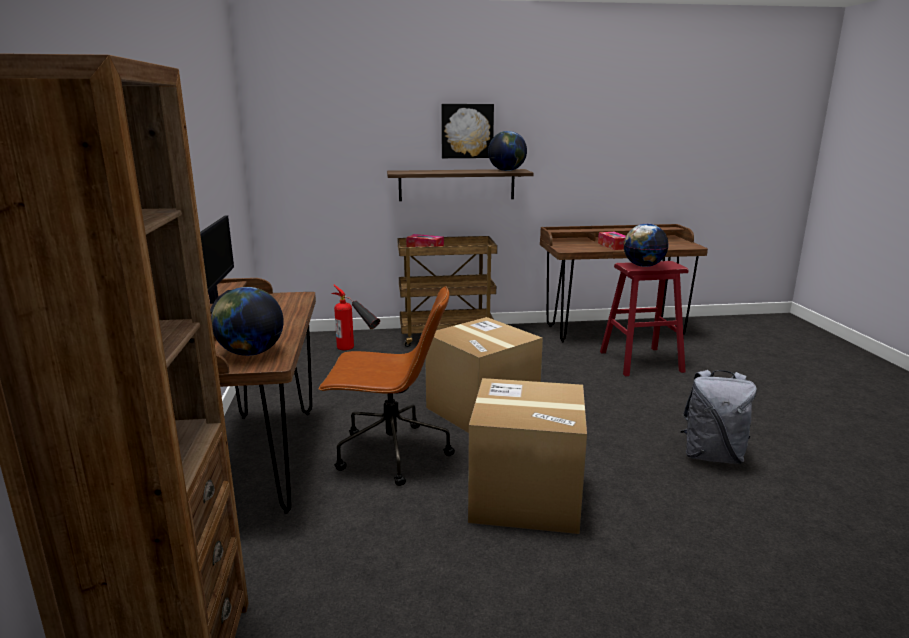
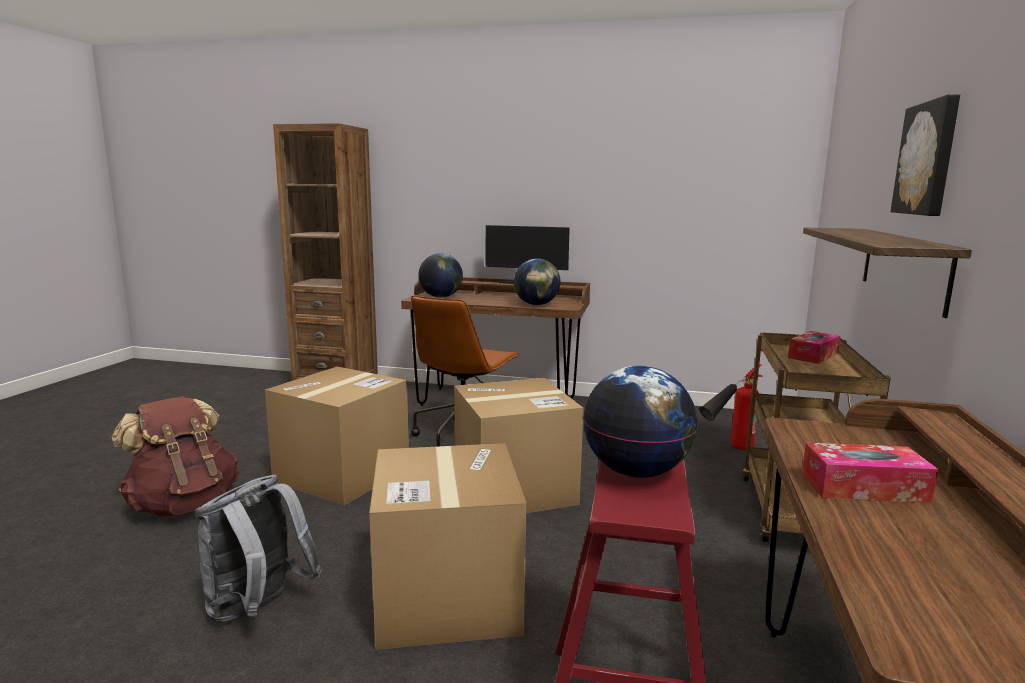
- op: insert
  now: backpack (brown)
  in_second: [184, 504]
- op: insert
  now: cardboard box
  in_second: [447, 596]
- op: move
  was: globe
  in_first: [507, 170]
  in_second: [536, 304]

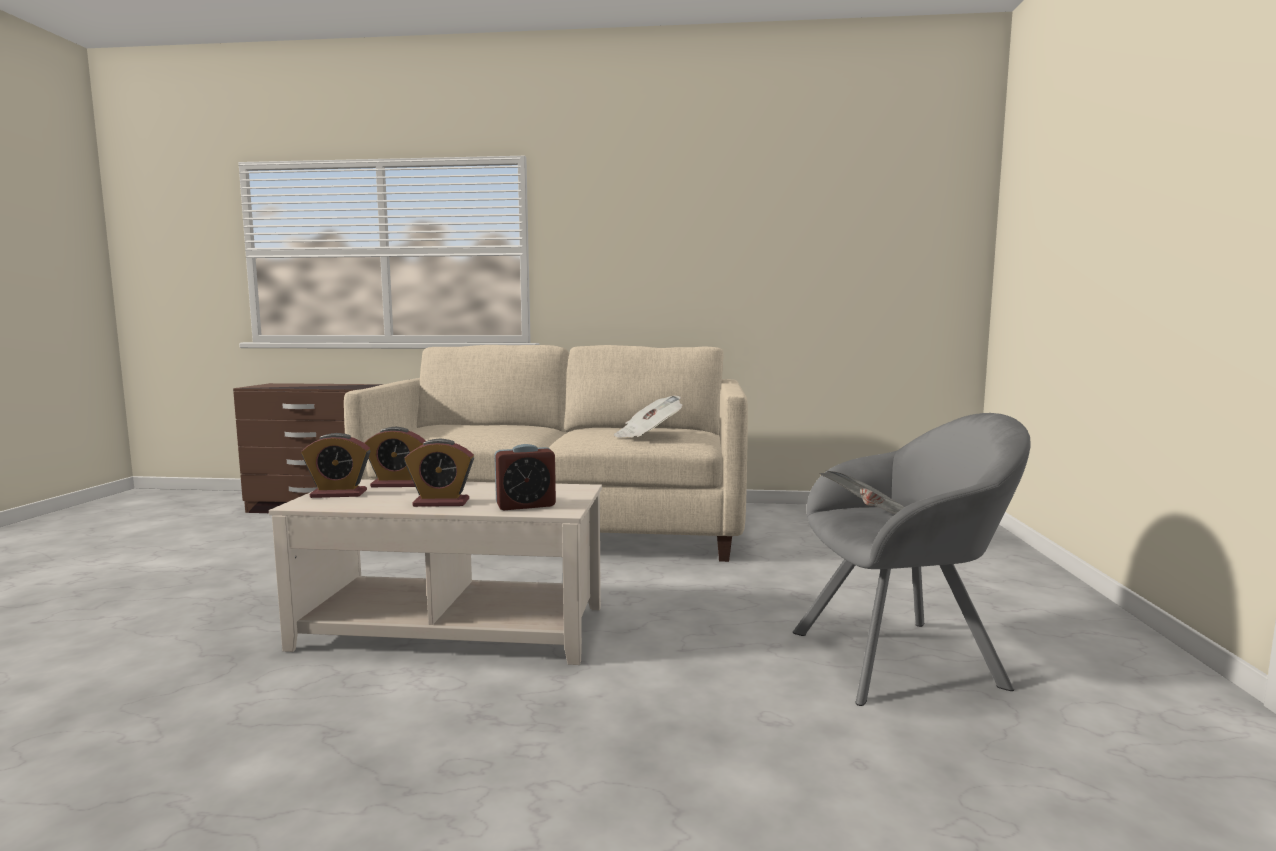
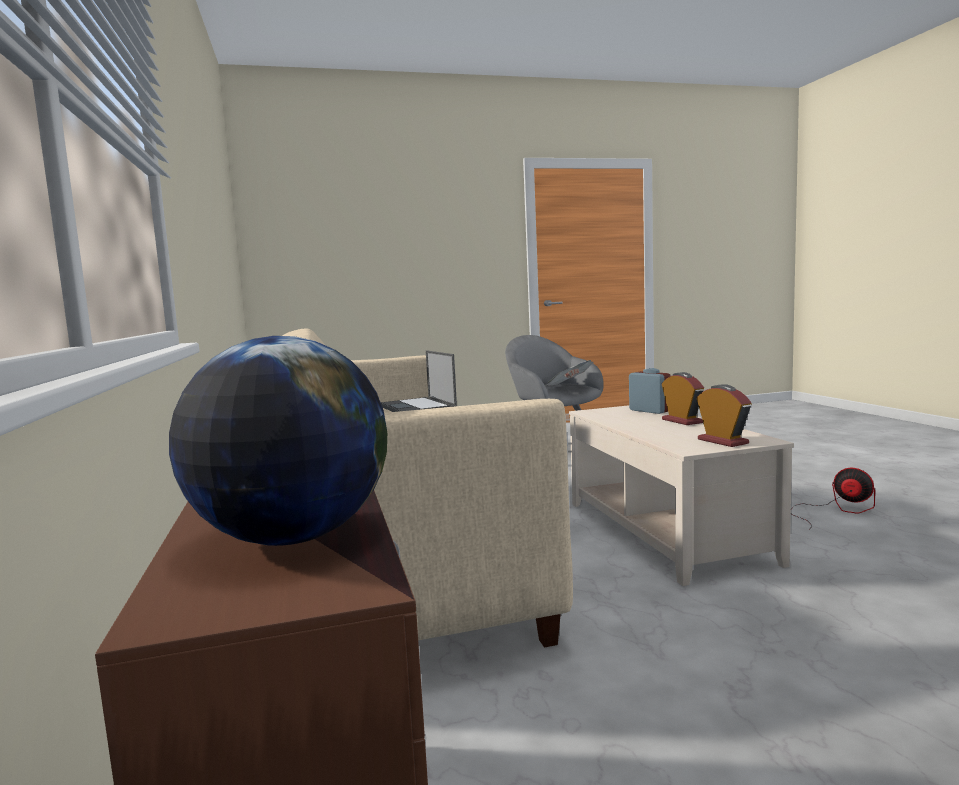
- op: delete
  was: alarm clock
  in_first: [397, 484]
- op: insert
  now: globe
  in_second: [291, 538]
- op: insert
  now: fan
  in_second: [835, 510]
- op: replace
  was: newspaper
  now: laptop
  in_first: [648, 435]
  in_second: [418, 407]

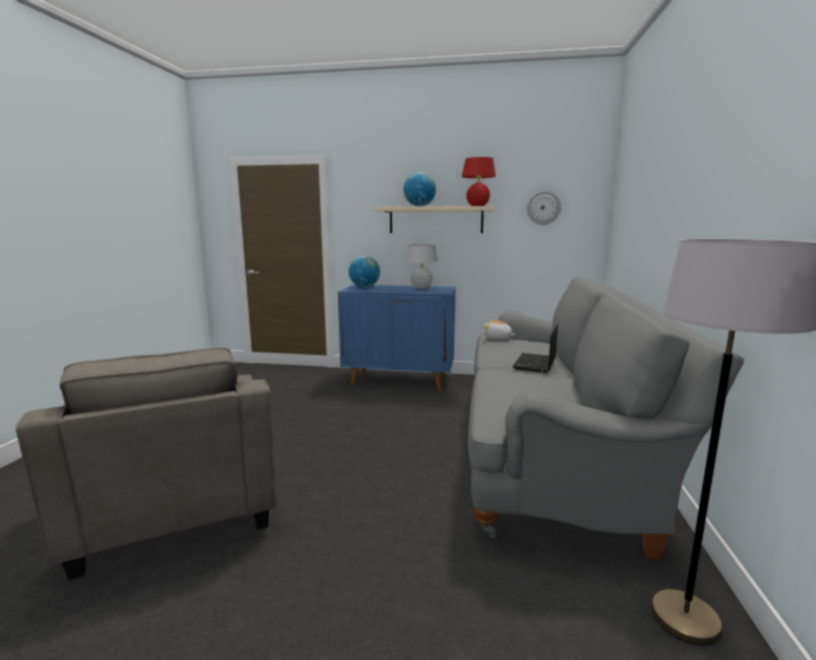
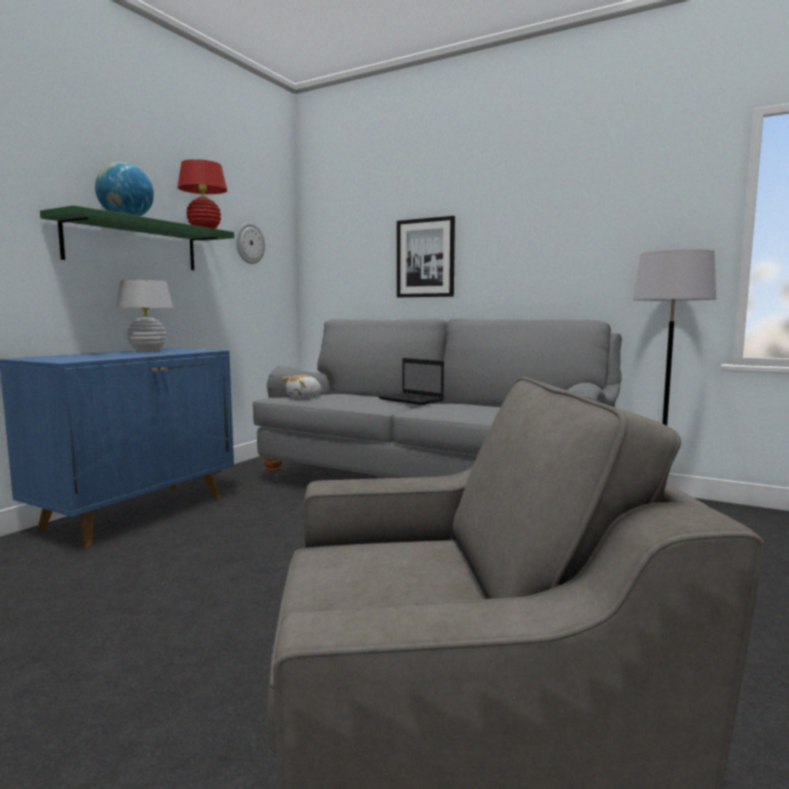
- op: delete
  was: globe
  in_first: [364, 287]
- op: insert
  now: picture
  in_second: [425, 258]
- op: recolor
  was: shelf (beige)
  now: shelf (green)
  in_first: [435, 220]
  in_second: [133, 245]

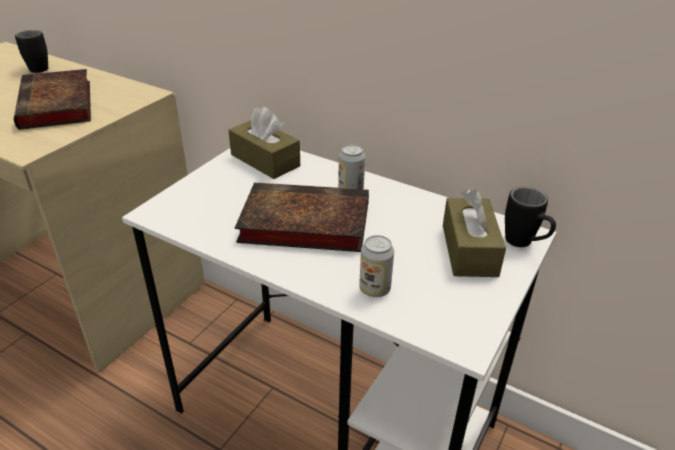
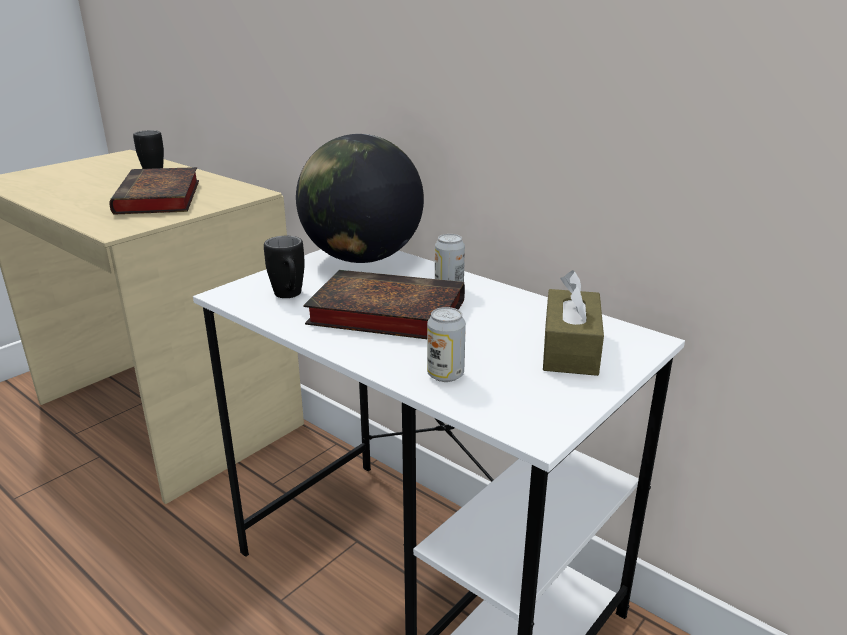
- op: move
  was: mug (black)
  in_first: [524, 244]
  in_second: [289, 296]
- op: replace
  was: tissue box (brown)
  now: globe
  in_first: [265, 160]
  in_second: [362, 258]

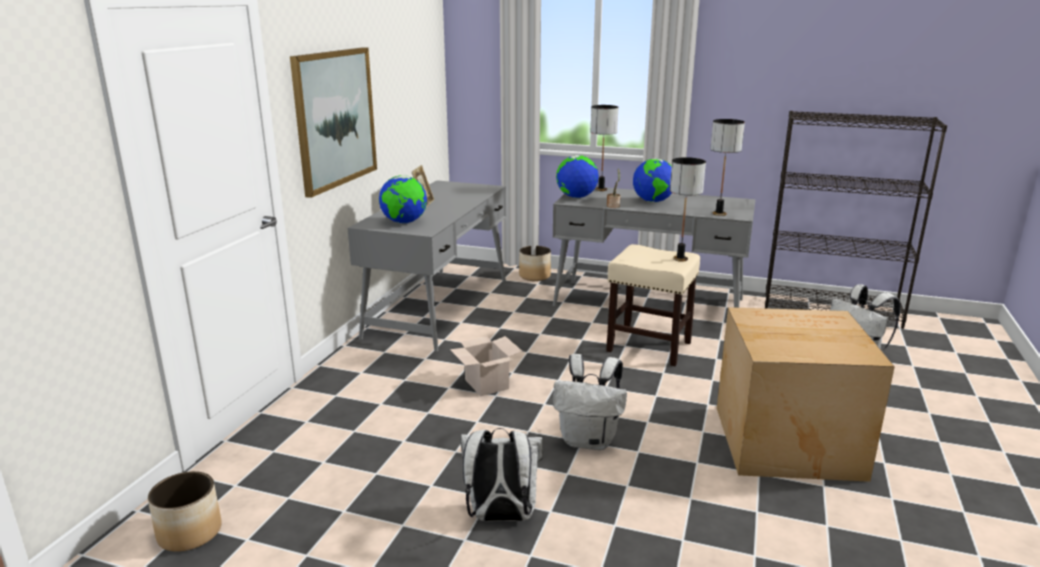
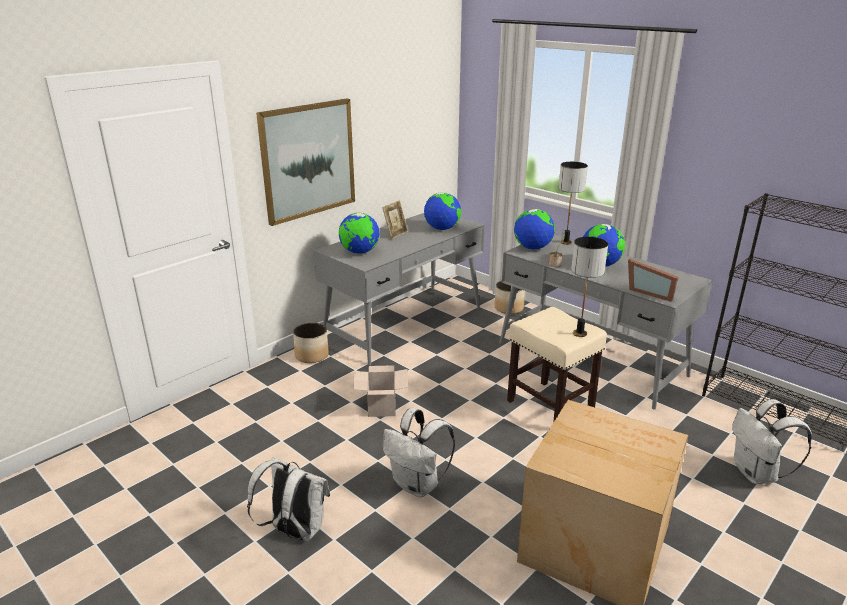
- op: insert
  now: globe
  in_second: [442, 229]
- op: move
  was: planter
  in_first: [190, 532]
  in_second: [312, 355]
- op: replace
  was: table lamp
  now: picture frame
  in_first: [719, 214]
  in_second: [650, 292]

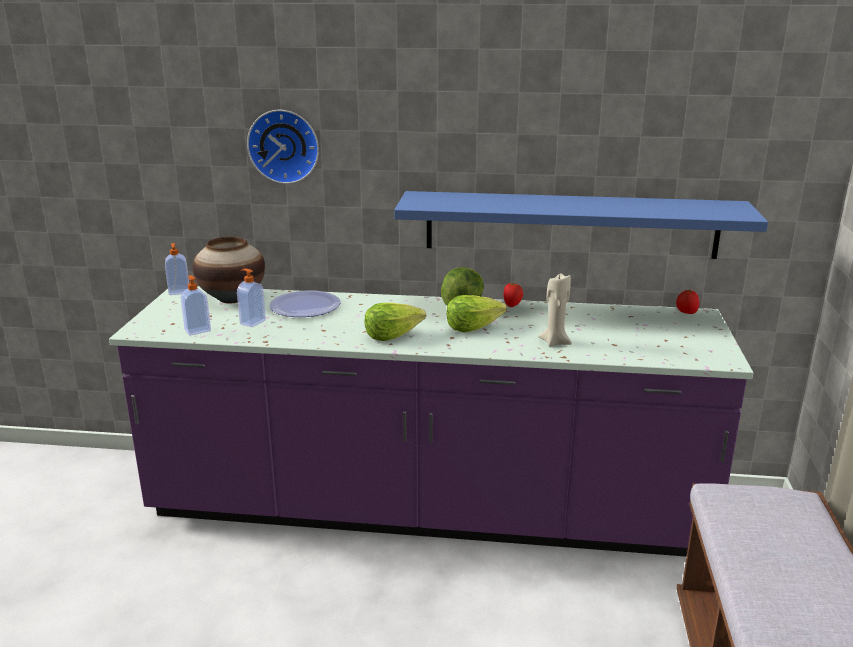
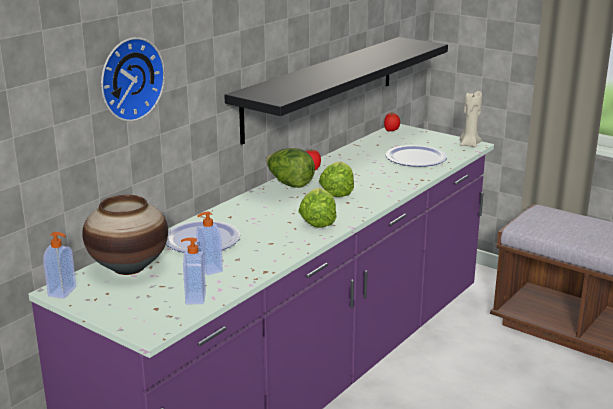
- op: insert
  now: plate
  in_second: [415, 158]
- op: move
  was: candle (beige)
  in_first: [555, 342]
  in_second: [469, 145]
- op: recolor
  was: shelf (blue)
  now: shelf (black)
  in_first: [570, 224]
  in_second: [321, 87]

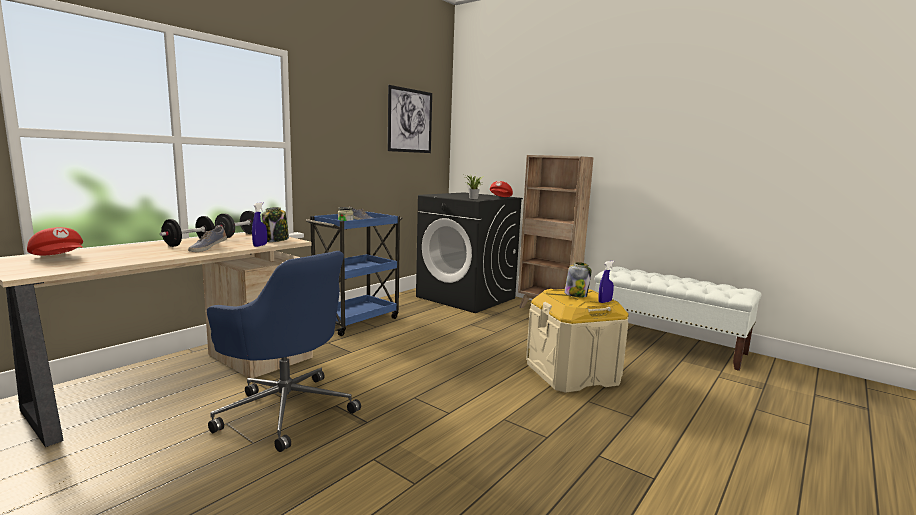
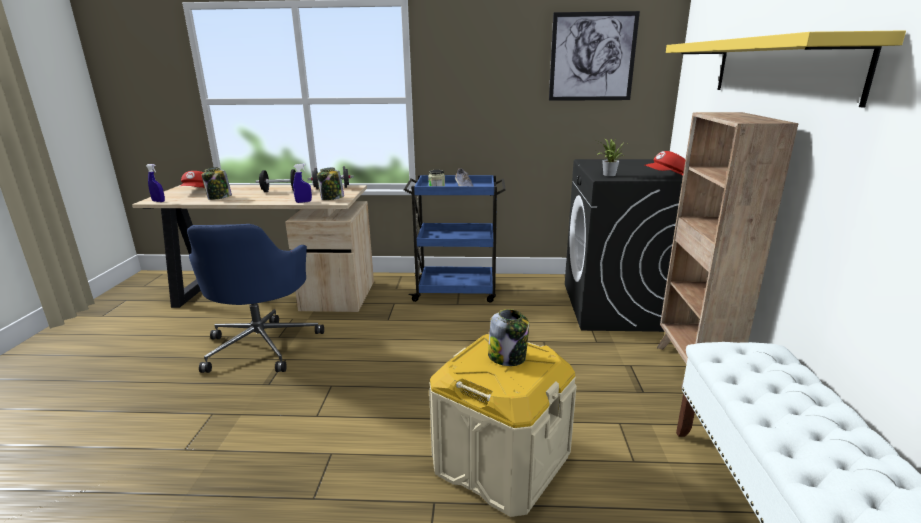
- op: delete
  was: shoe
  in_first: [207, 248]
- op: insert
  now: jar
  in_second: [219, 198]
- op: insert
  now: shelf (yellow)
  in_second: [780, 68]
- op: move
  was: spray bottle (blue)
  in_first: [605, 302]
  in_second: [158, 201]

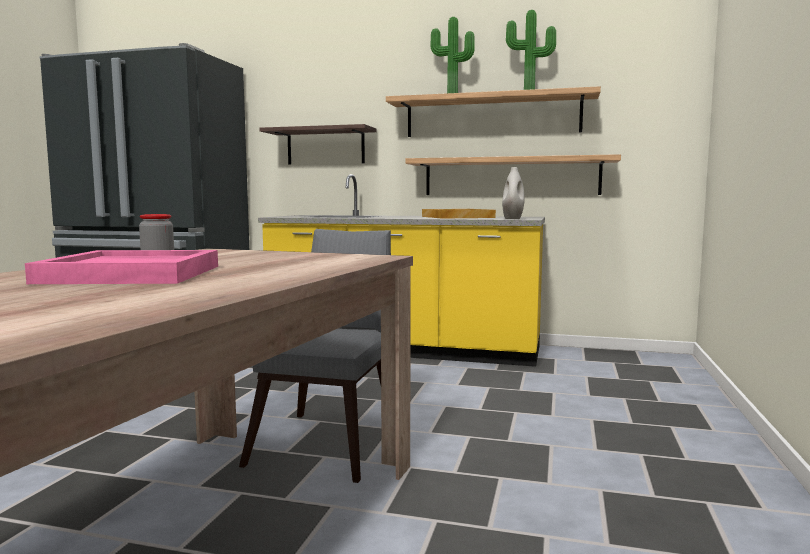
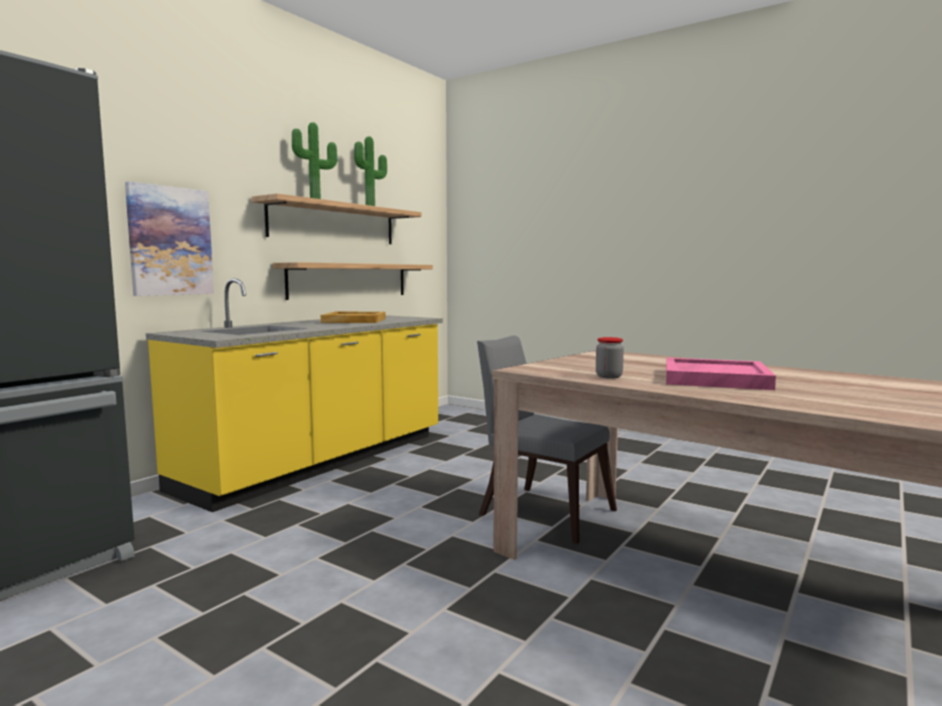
- op: delete
  was: vase (white)
  in_first: [512, 218]
- op: replace
  was: shelf
  now: picture
  in_first: [325, 147]
  in_second: [170, 241]

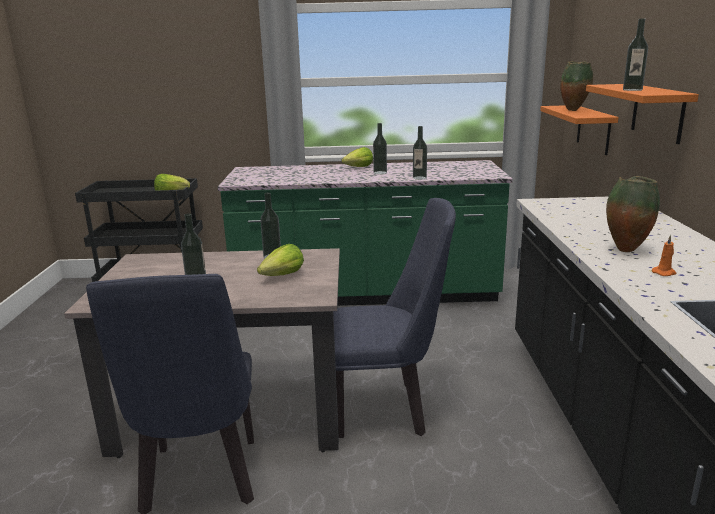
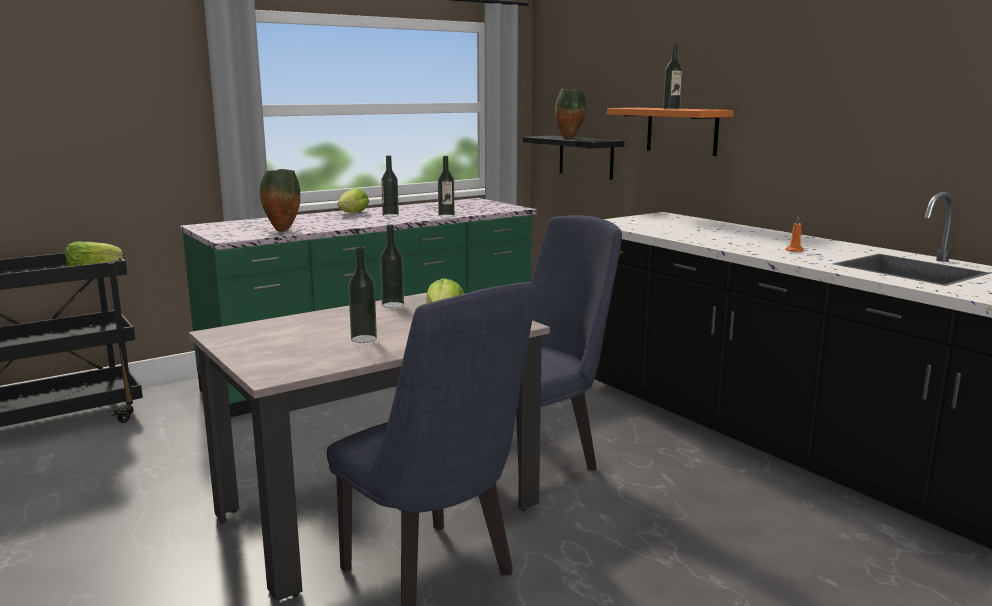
- op: move
  was: vase
  in_first: [625, 250]
  in_second: [282, 230]
- op: recolor
  was: shelf (orange)
  now: shelf (black)
  in_first: [593, 129]
  in_second: [586, 157]

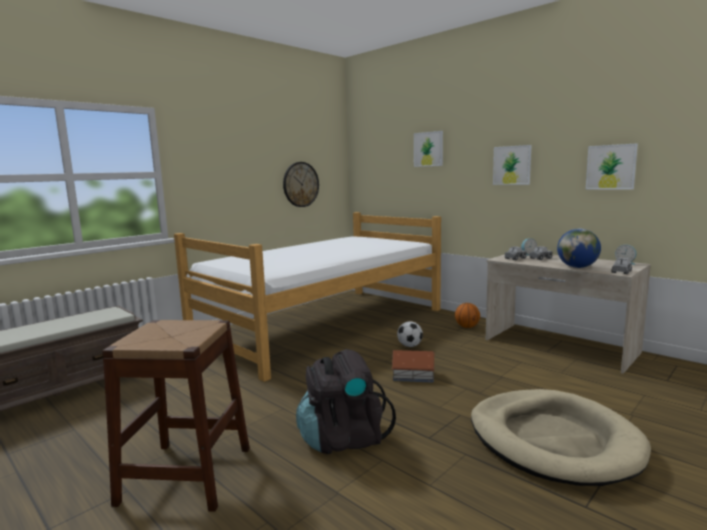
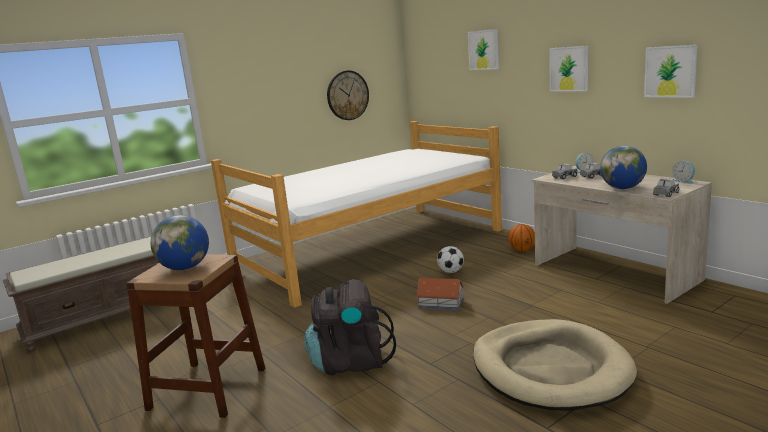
- op: insert
  now: globe
  in_second: [185, 268]

